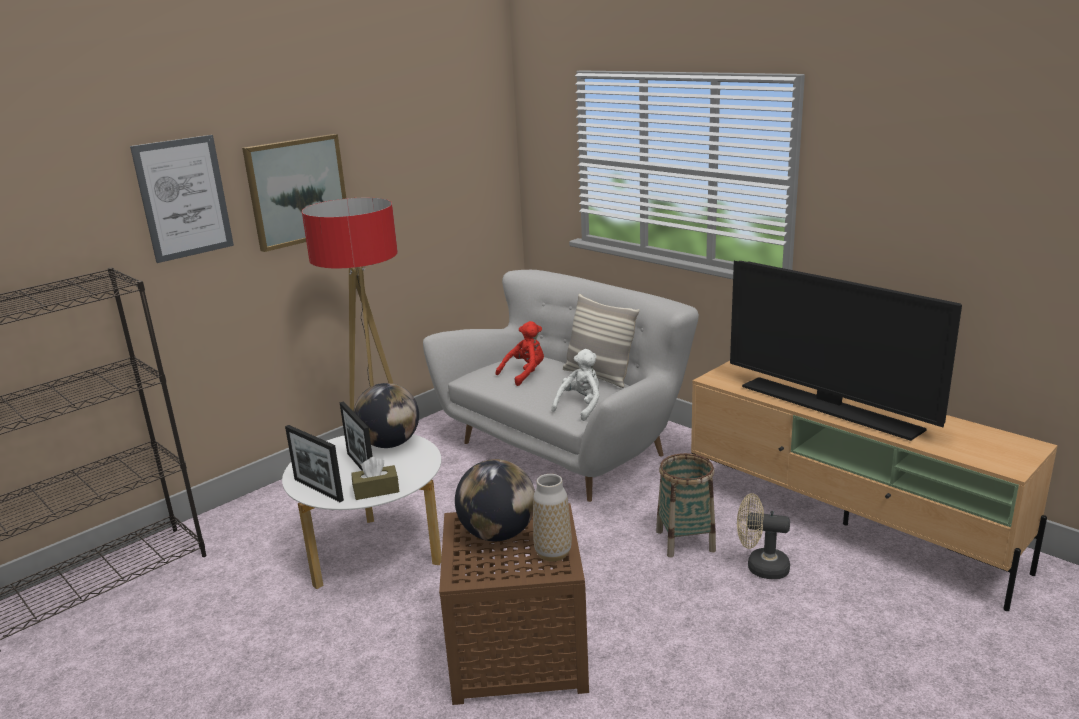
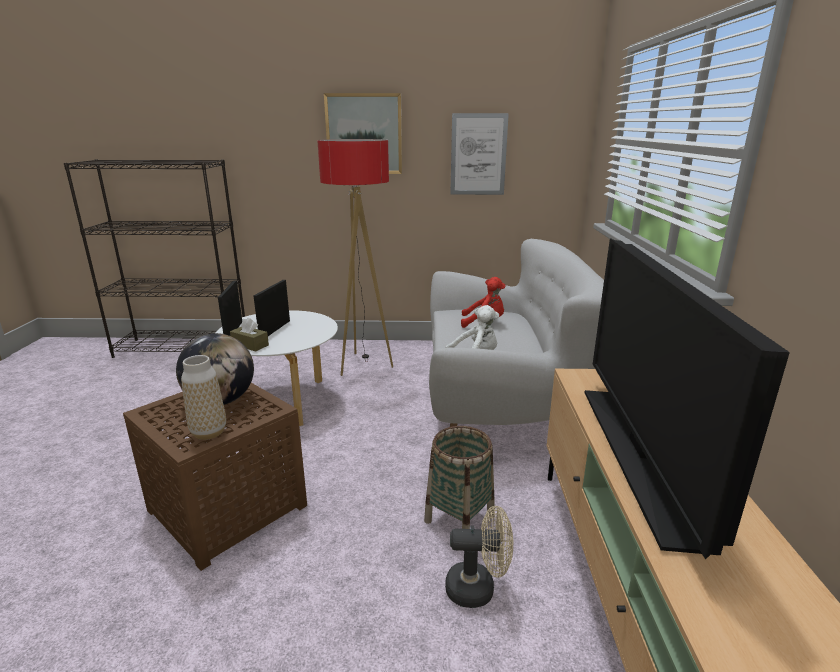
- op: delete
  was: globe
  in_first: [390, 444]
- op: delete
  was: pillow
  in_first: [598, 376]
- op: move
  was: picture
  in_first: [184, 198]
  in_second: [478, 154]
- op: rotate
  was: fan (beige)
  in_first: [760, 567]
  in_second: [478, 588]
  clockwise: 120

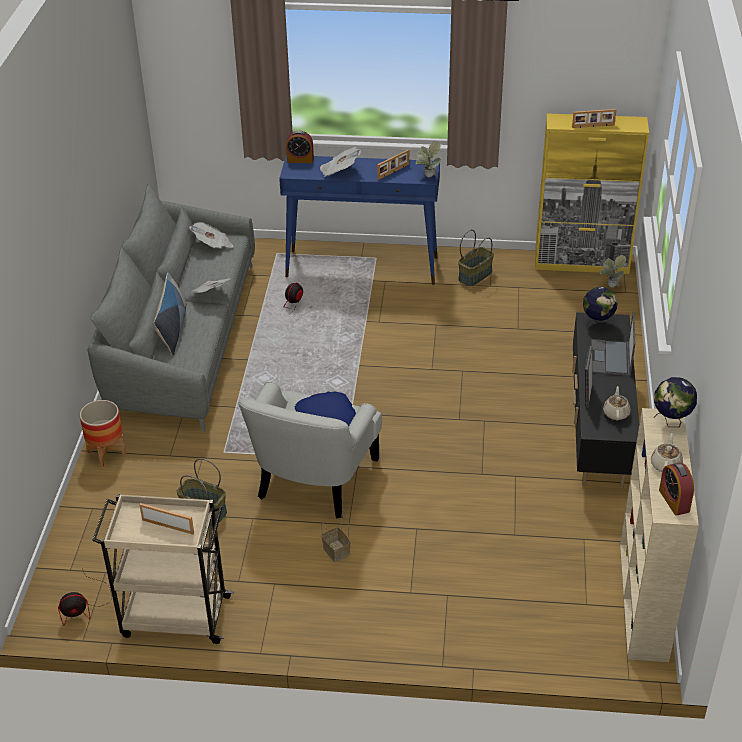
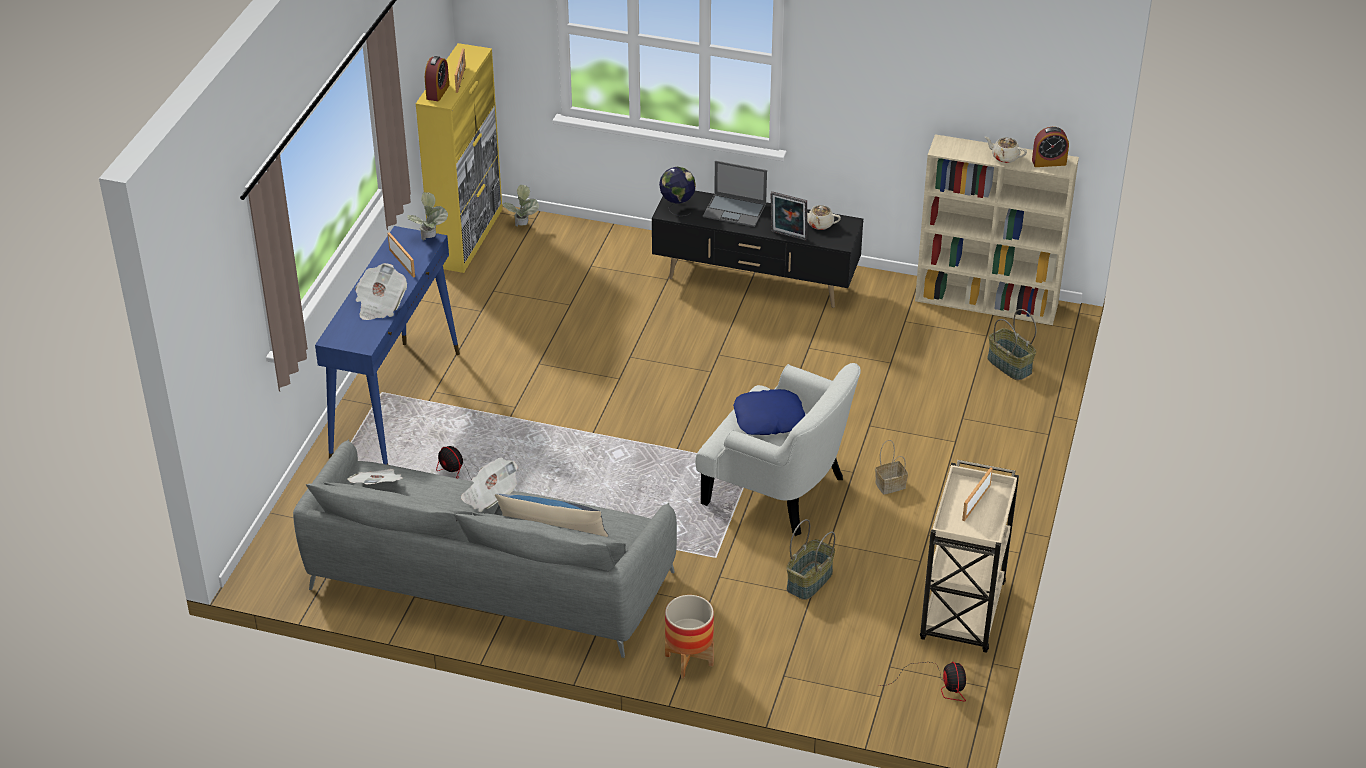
- op: delete
  was: globe
  in_first: [671, 422]
- op: move
  was: alarm clock
  in_first: [300, 160]
  in_second: [437, 92]
- op: move
  was: basket
  in_first: [475, 275]
  in_second: [1008, 365]

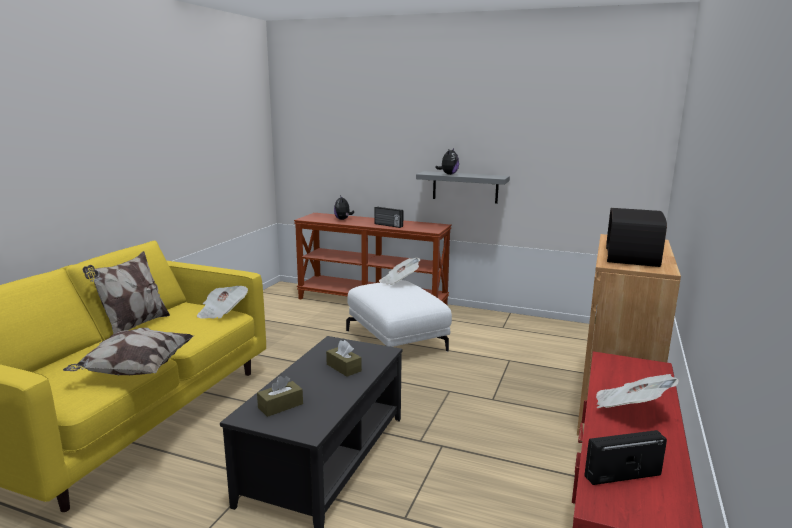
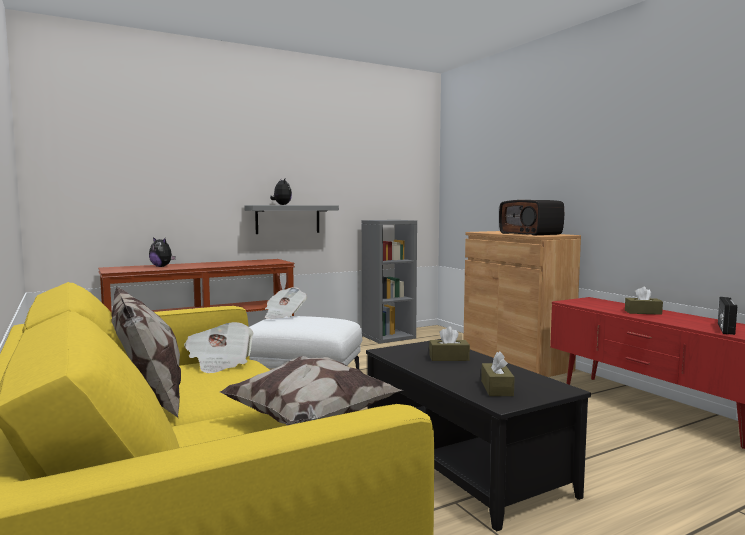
- op: delete
  was: radio
  in_first: [388, 225]
- op: insert
  now: bookcase (grey)
  in_second: [388, 337]
- op: replace
  was: newspaper
  now: tissue box (brown)
  in_first: [630, 408]
  in_second: [643, 312]

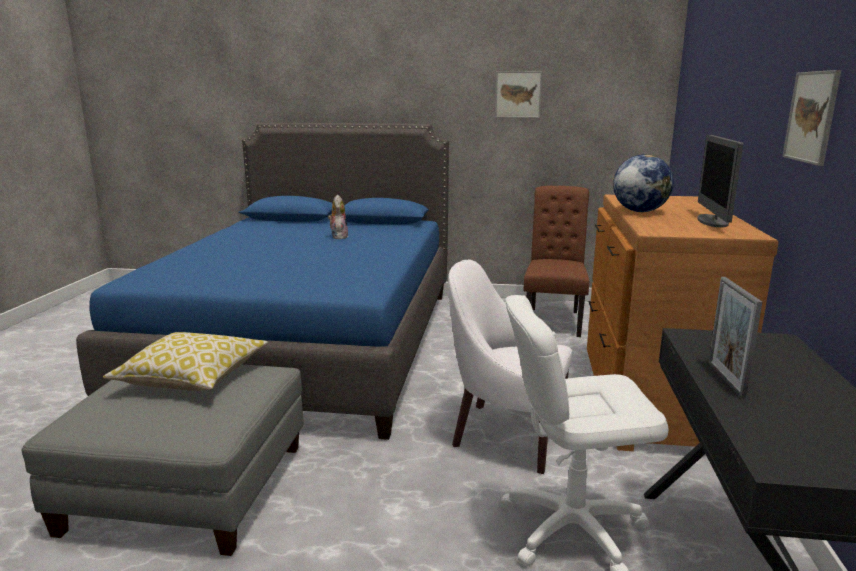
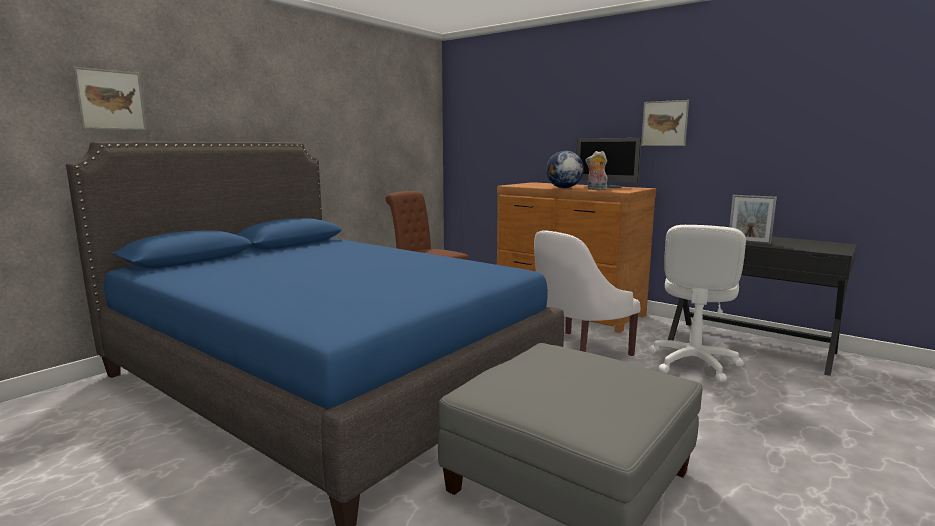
- op: delete
  was: pillow
  in_first: [193, 377]
- op: move
  was: plush toy
  in_first: [338, 237]
  in_second: [596, 189]
- op: move
  was: picture
  in_first: [518, 94]
  in_second: [111, 100]

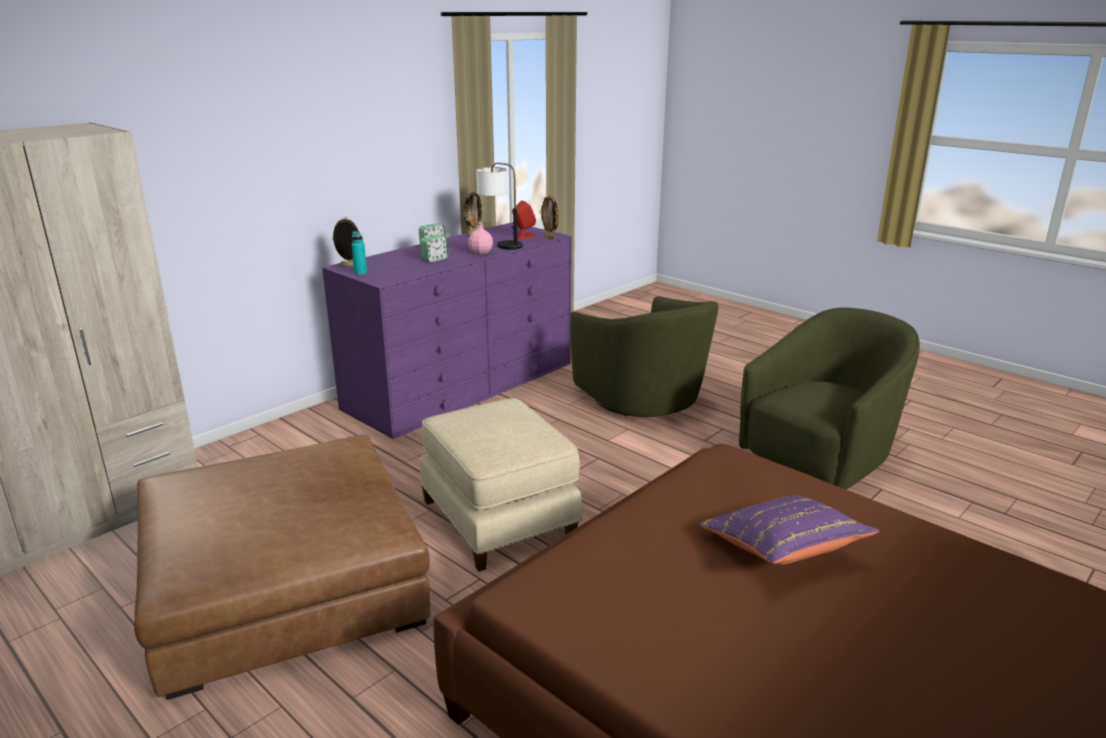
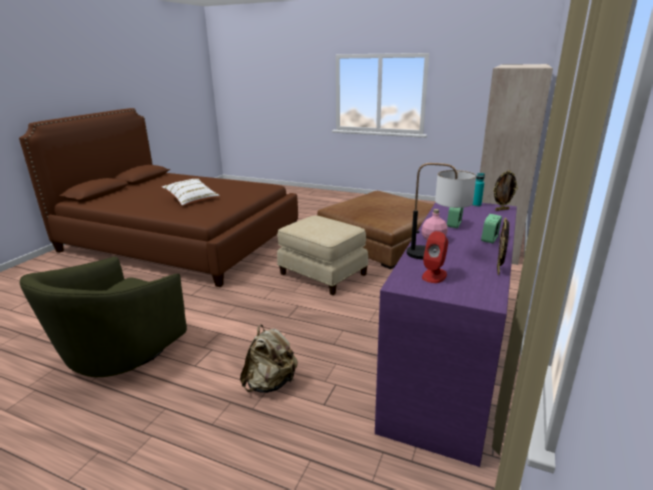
- op: delete
  was: picture frame
  in_first: [550, 238]
- op: replace
  was: armchair (green)
  now: backpack (beige)
  in_first: [642, 402]
  in_second: [270, 383]
- op: recolor
  was: pillow (purple)
  now: pillow (white)
  in_first: [782, 549]
  in_second: [191, 200]

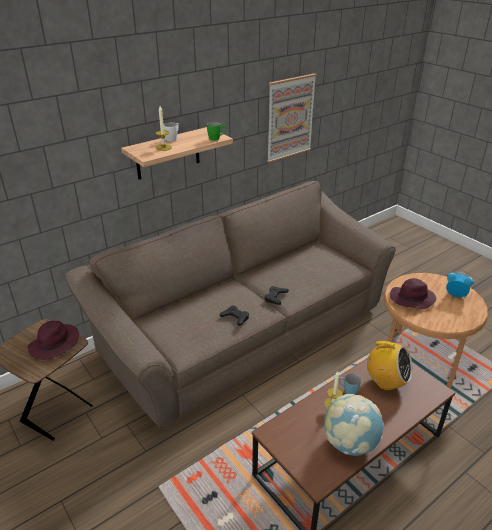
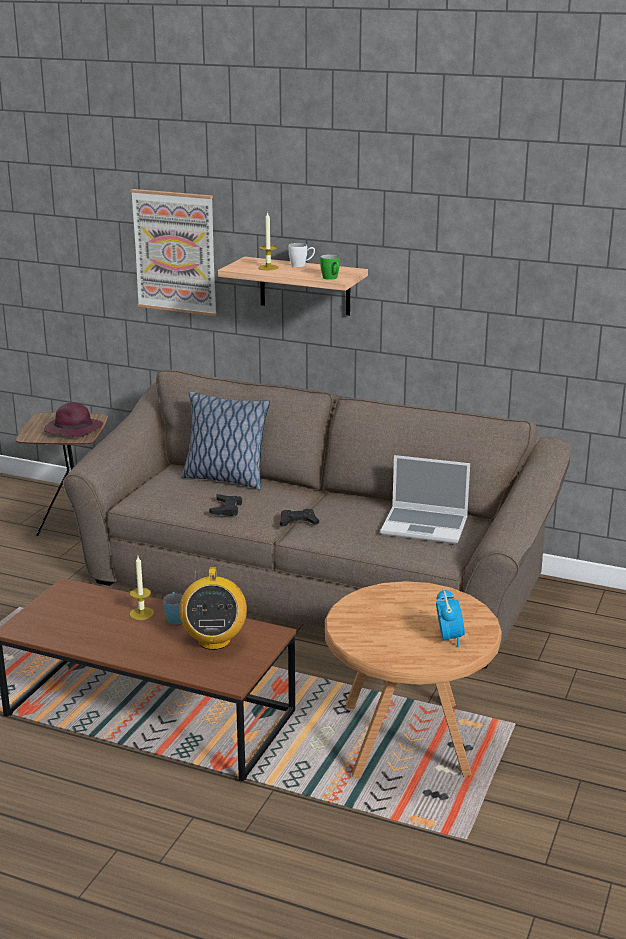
- op: delete
  was: globe
  in_first: [350, 443]
- op: delete
  was: hat (purple)
  in_first: [411, 299]
- op: insert
  now: pillow
  in_second: [224, 479]
- op: insert
  now: laptop
  in_second: [425, 526]
- op: move
  was: picture
  in_first: [290, 118]
  in_second: [175, 252]

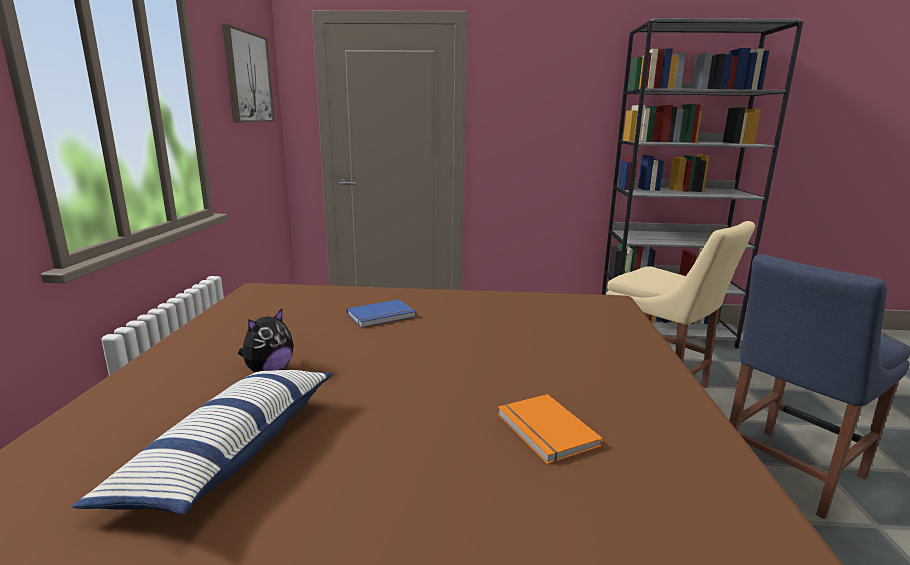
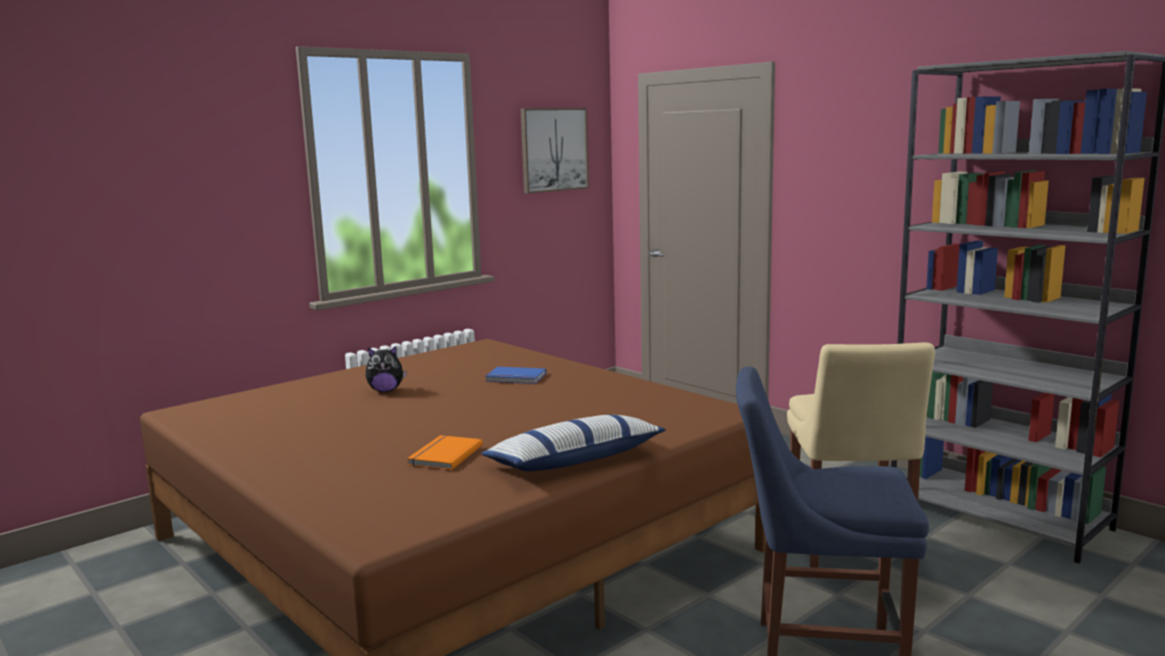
- op: move
  was: pillow
  in_first: [229, 453]
  in_second: [574, 461]

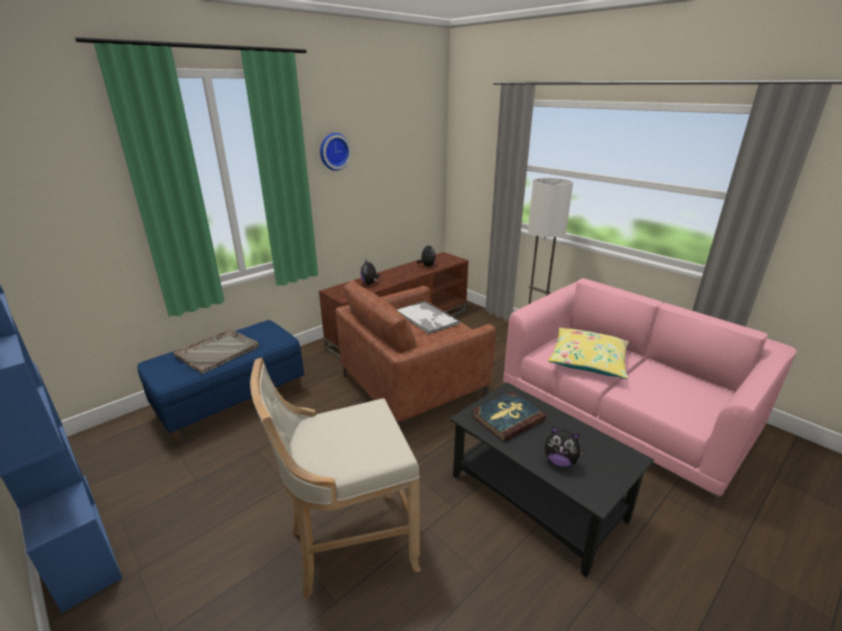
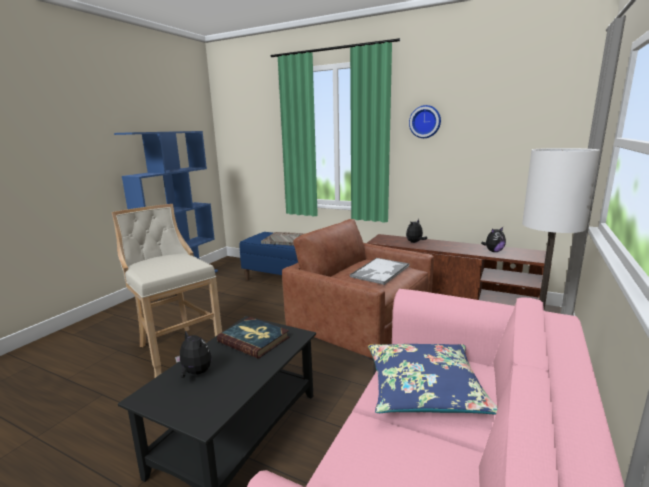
- op: recolor
  was: pillow (yellow)
  now: pillow (blue)
  in_first: [588, 360]
  in_second: [424, 389]
- op: rotate
  was: plush toy
  in_first: [560, 461]
  in_second: [195, 373]
  clockwise: 120

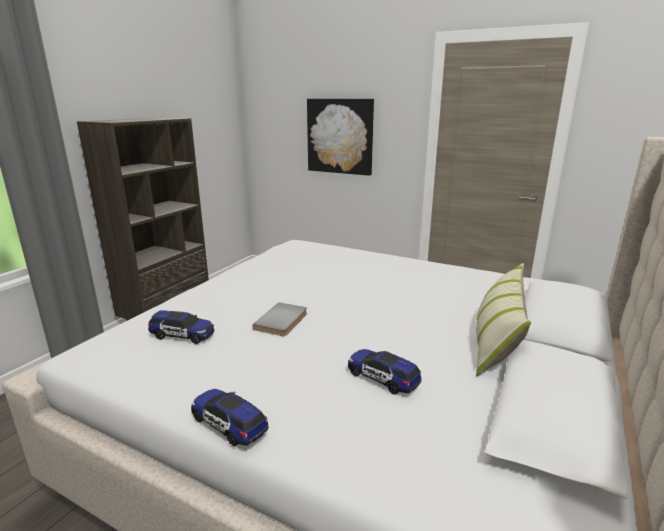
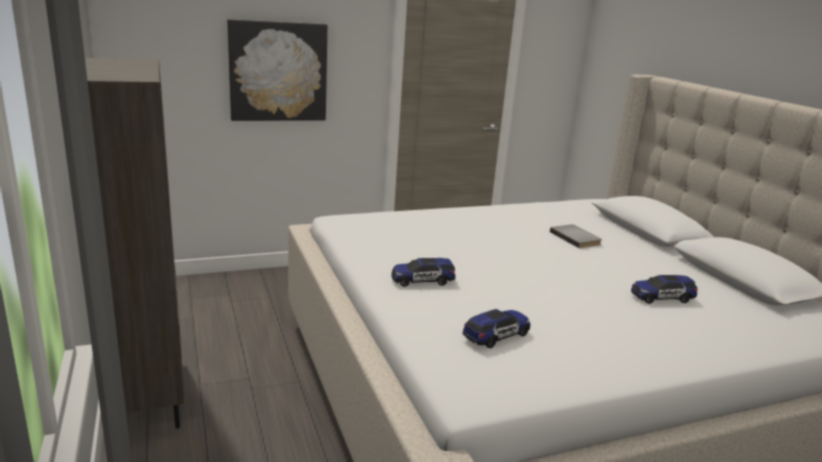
- op: delete
  was: pillow
  in_first: [496, 340]
- op: move
  was: toy car
  in_first: [229, 425]
  in_second: [422, 281]
- op: move
  was: book (grey)
  in_first: [283, 321]
  in_second: [576, 238]

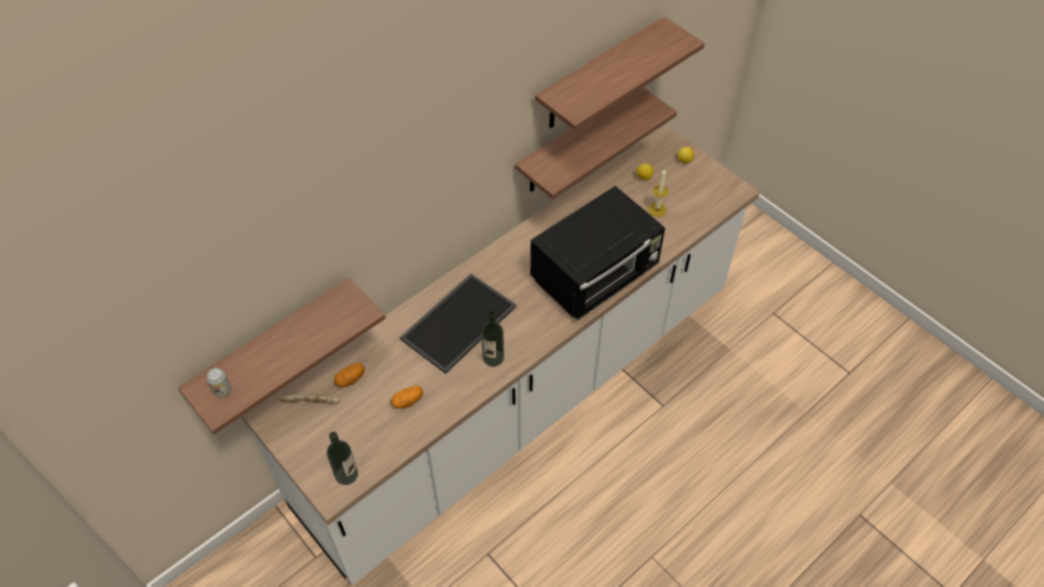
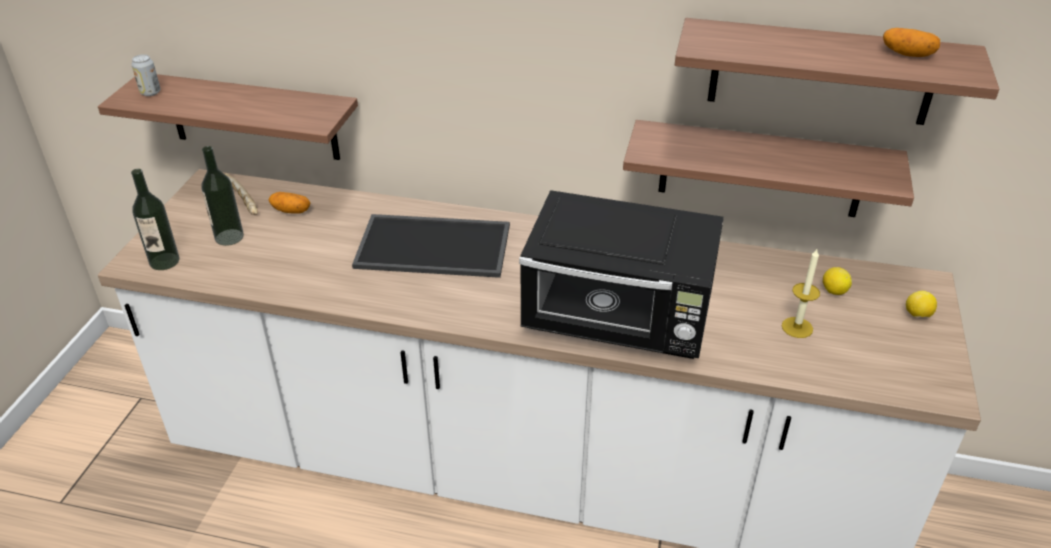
- op: move
  was: potato
  in_first: [408, 401]
  in_second: [907, 54]
- op: move
  was: bottle
  in_first: [493, 358]
  in_second: [229, 237]

